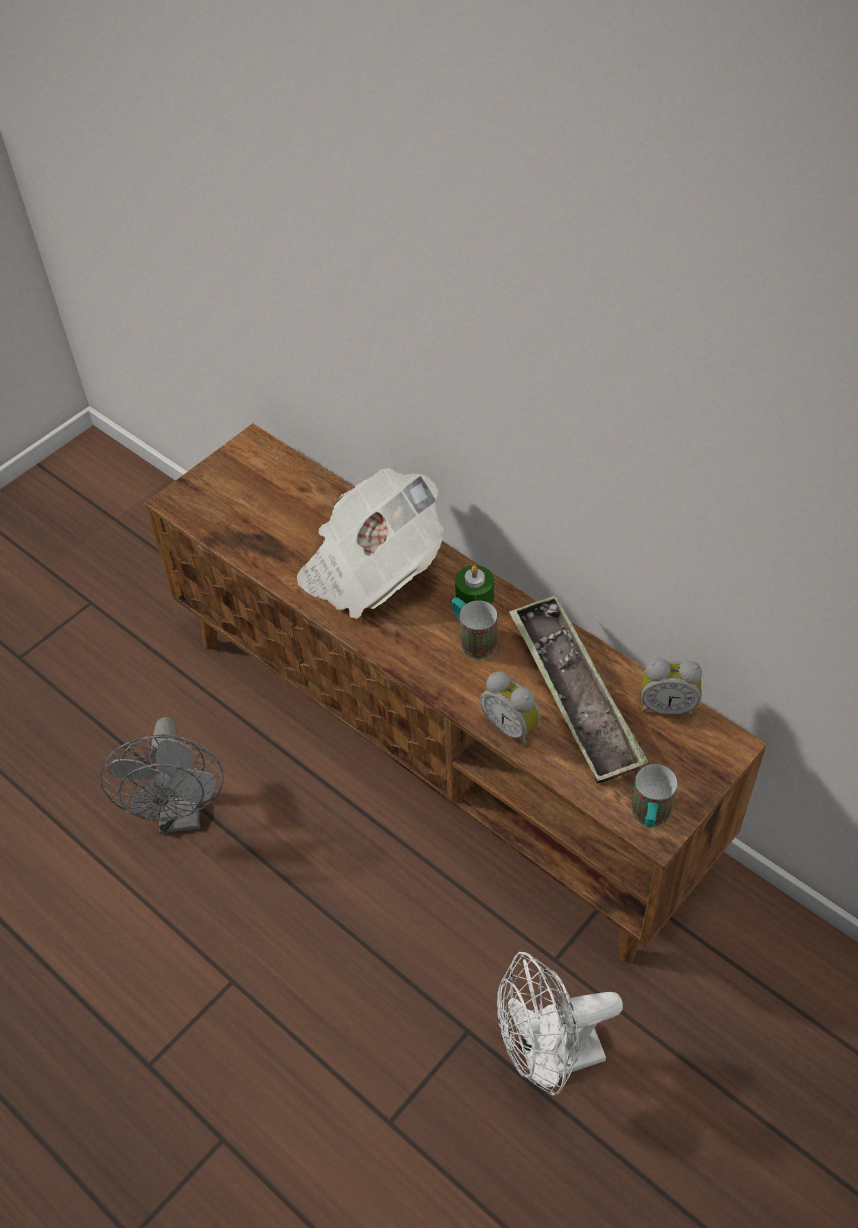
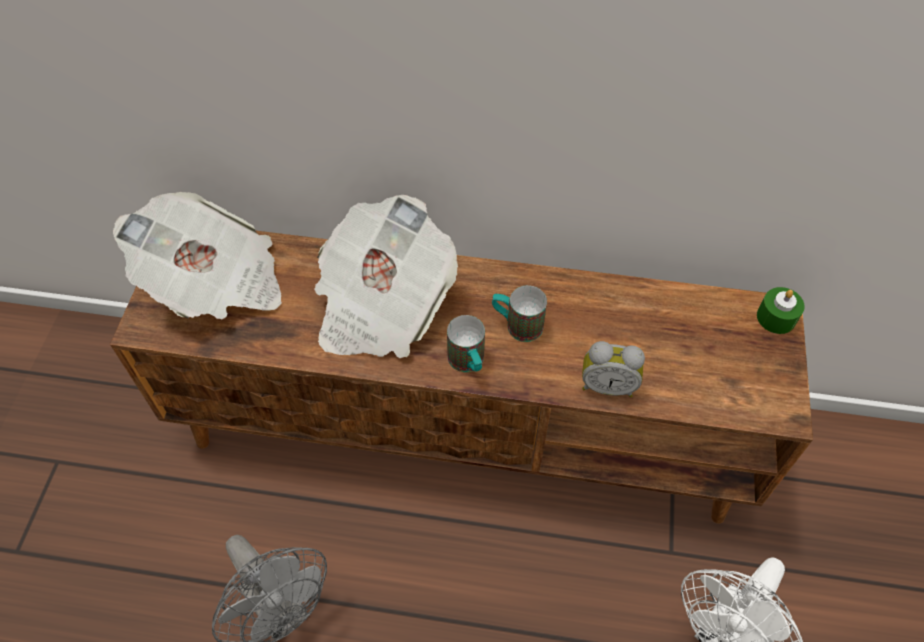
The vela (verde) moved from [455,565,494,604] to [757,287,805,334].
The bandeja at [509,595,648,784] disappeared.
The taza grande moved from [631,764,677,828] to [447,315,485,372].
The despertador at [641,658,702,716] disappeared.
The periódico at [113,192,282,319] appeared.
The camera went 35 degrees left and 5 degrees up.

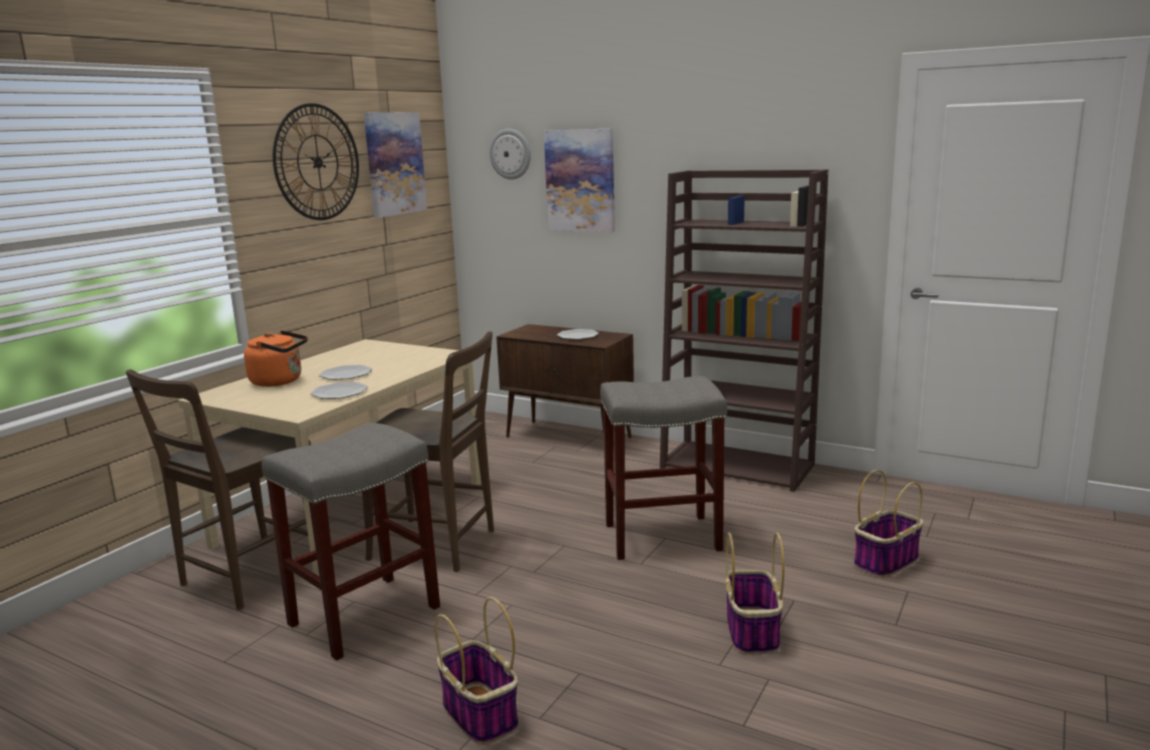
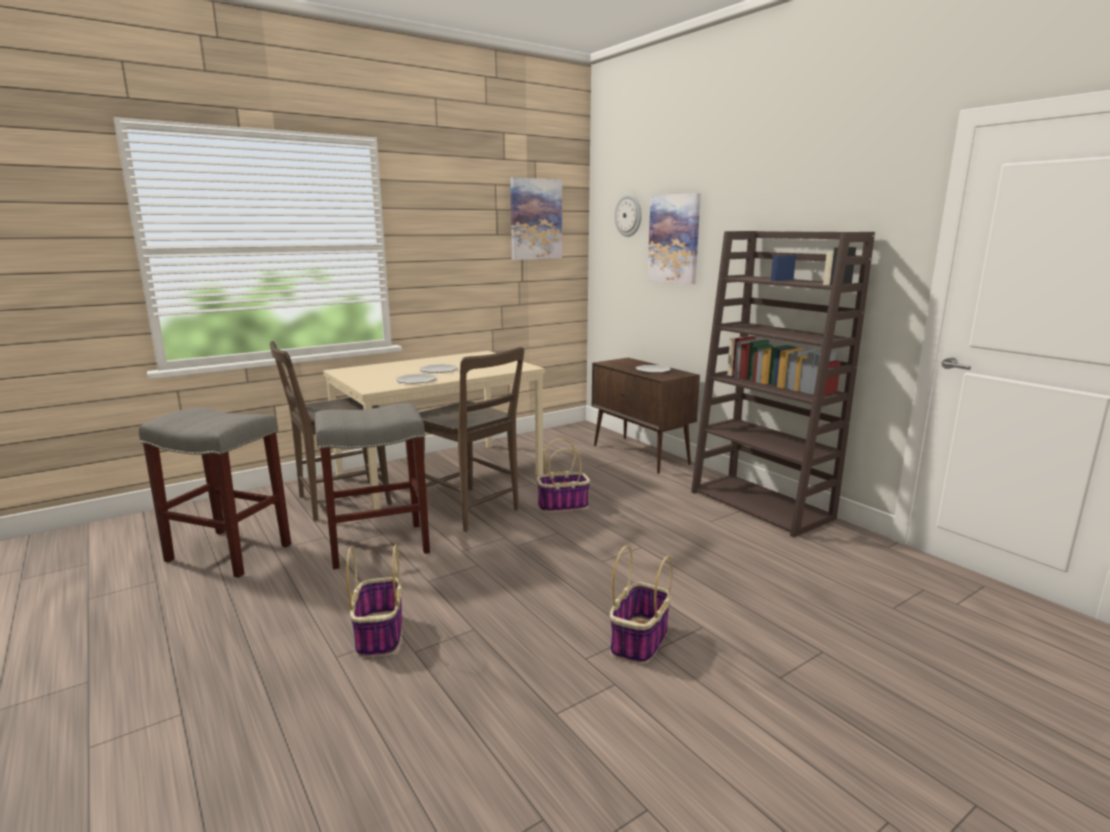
The hervidor (naranja) at [244,330,308,387] disappeared.
The reloj de pared at [273,103,359,220] disappeared.
The taburete (gris) moved from [600,376,727,560] to [139,407,291,578].
The cesta moved from [854,470,923,578] to [537,439,590,513].
The camera went 25 degrees right and 0 degrees up.

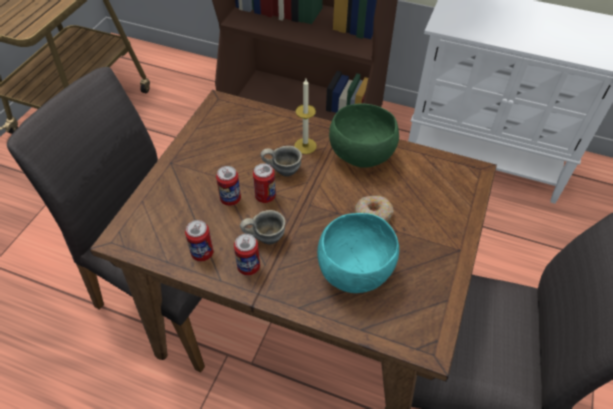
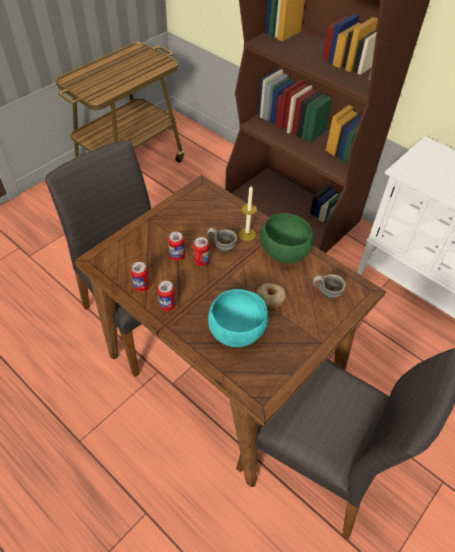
The taza grande (gris) moved from [240,210,285,244] to [313,274,346,299].
The camera went 20 degrees right and 0 degrees up.

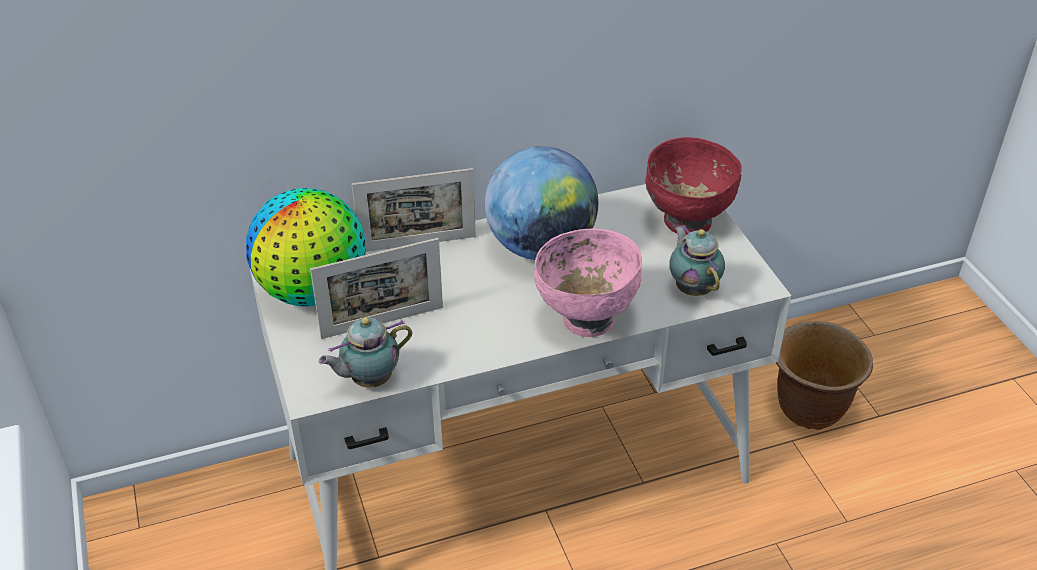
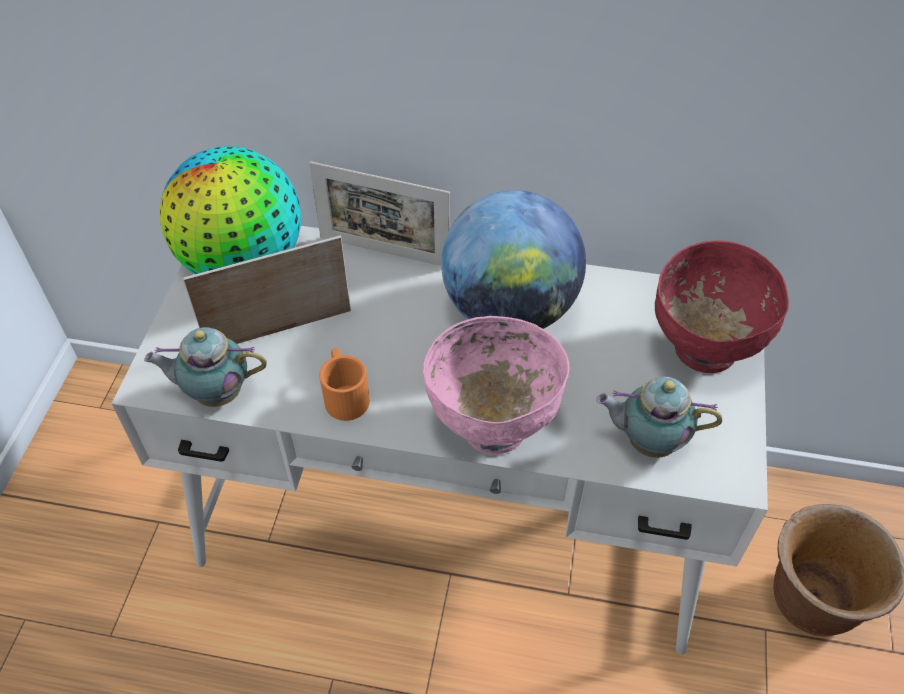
The portarretratos at [310,238,443,339] turned 150 degrees clockwise.
The tetera at [669,225,725,296] turned 90 degrees counterclockwise.
The taza grande (naranja) at [319,348,370,421] appeared.
The camera went 30 degrees right and 10 degrees up.

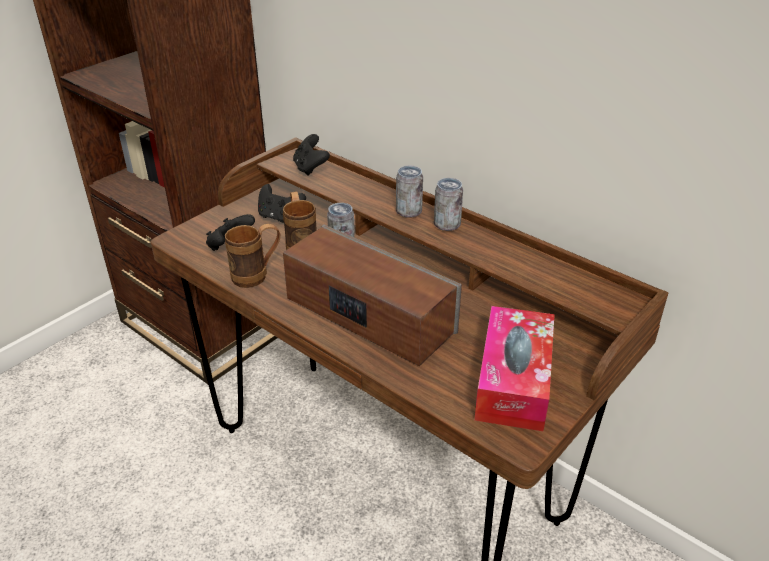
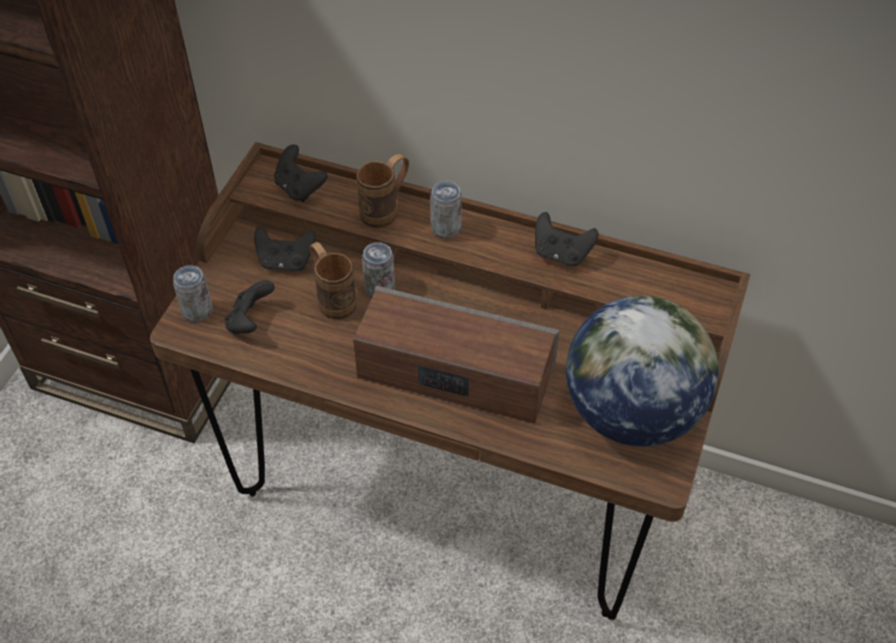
The taza grande (marrón) moved from [225,224,280,288] to [356,154,409,228].
The lata moved from [434,178,463,231] to [173,265,213,322].
The caja de pañuelos at [474,306,555,431] was replaced by the globo terráqueo at [566,295,718,447].
The mando de consola (negro) at [535,212,599,267] appeared.
The camera went 20 degrees left and 15 degrees up.

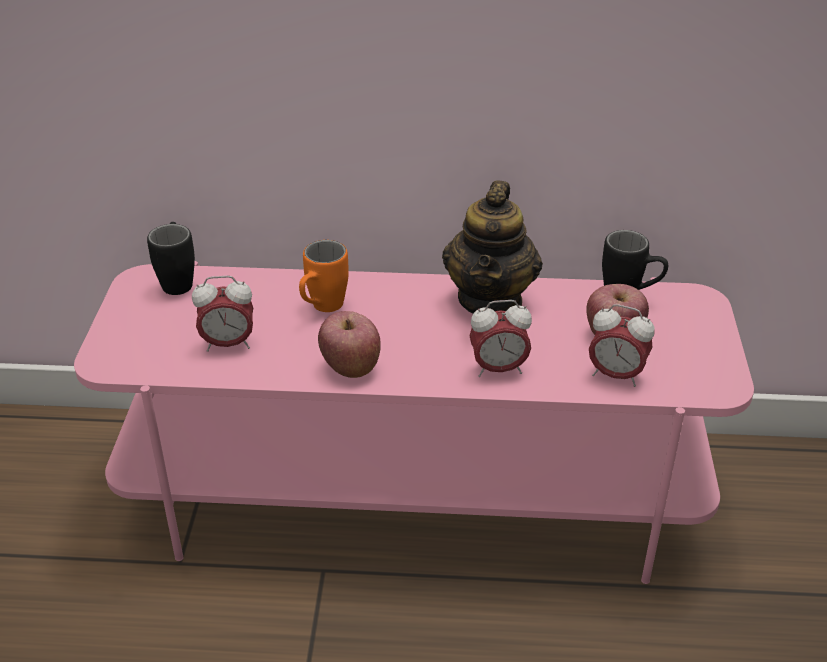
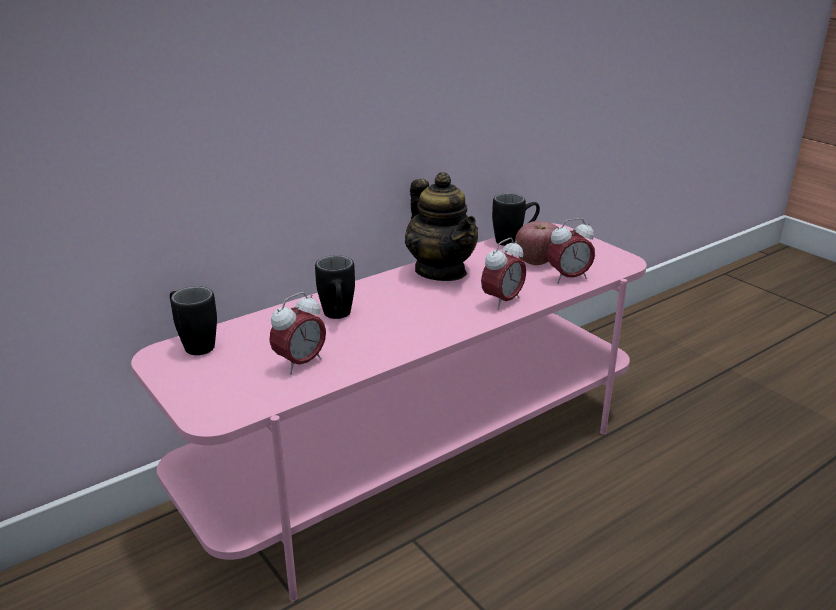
The taza grande (naranja) at [299,240,349,312] became the taza grande (negro) at [315,255,355,319].
The manzana at [318,311,381,378] disappeared.
The camera went 40 degrees left and 10 degrees down.

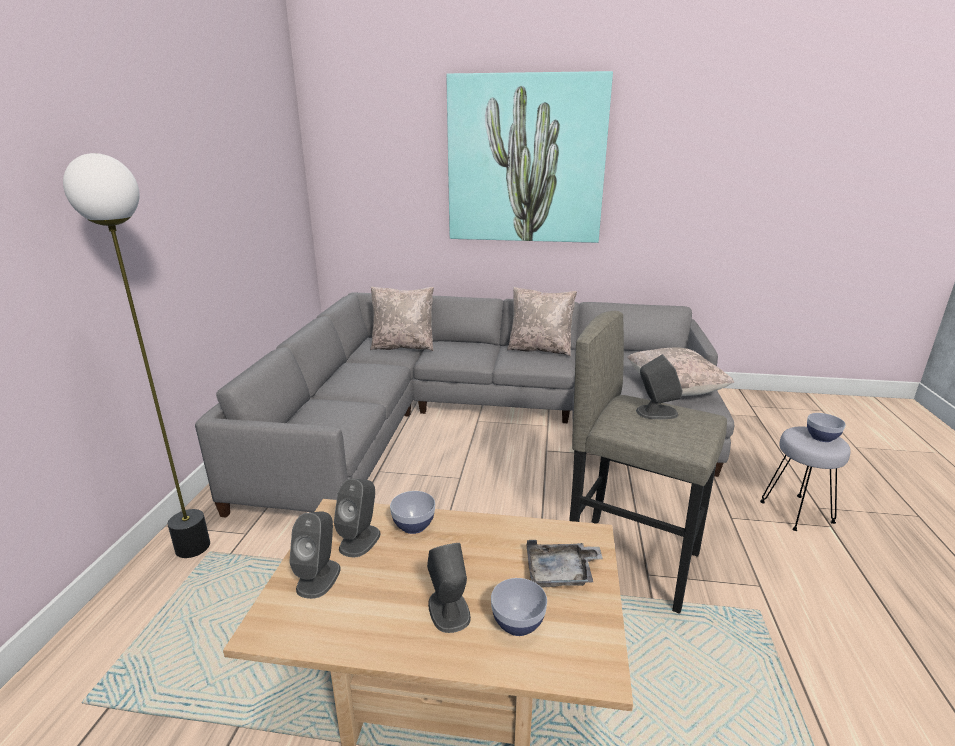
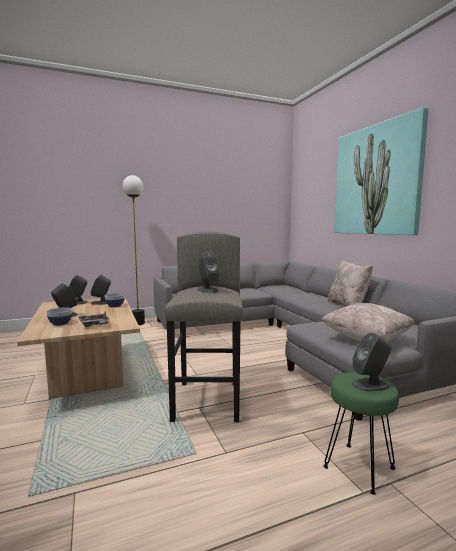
The cojín (beis) at [370,286,434,351] disappeared.
The taburete (gris) at [760,427,851,531] became the taburete (verde) at [323,372,399,495].
The cuenco at [807,413,846,442] was replaced by the altavoz (gris) at [352,333,392,391].
The camera went 60 degrees right and 15 degrees down.

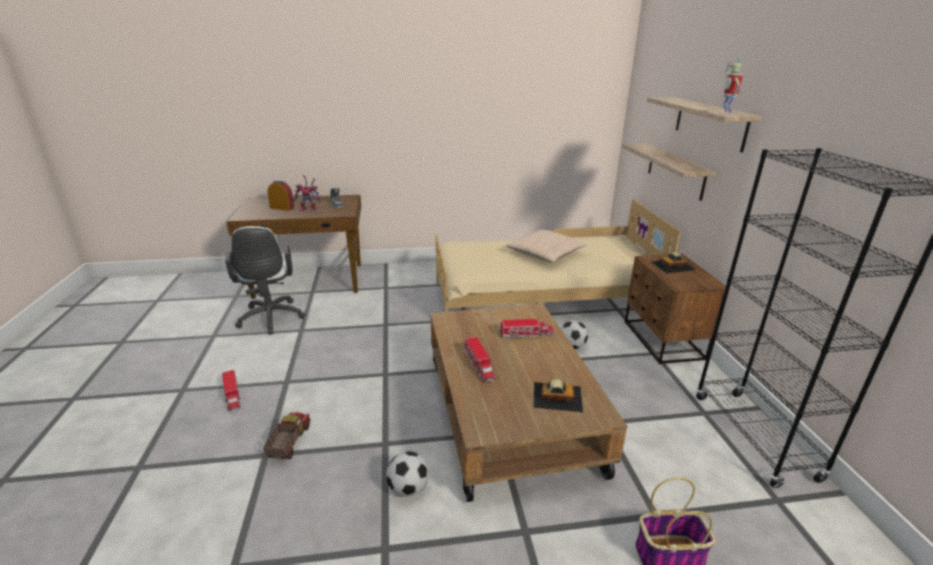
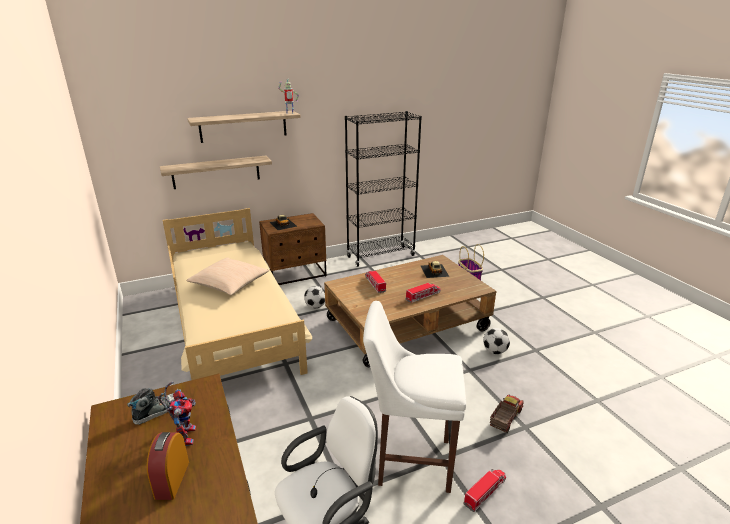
The camión de juguete at [263,412,310,459] turned 135 degrees clockwise.
The taburete (blanco) at [363,301,466,493] appeared.
The camera went 105 degrees left and 0 degrees up.

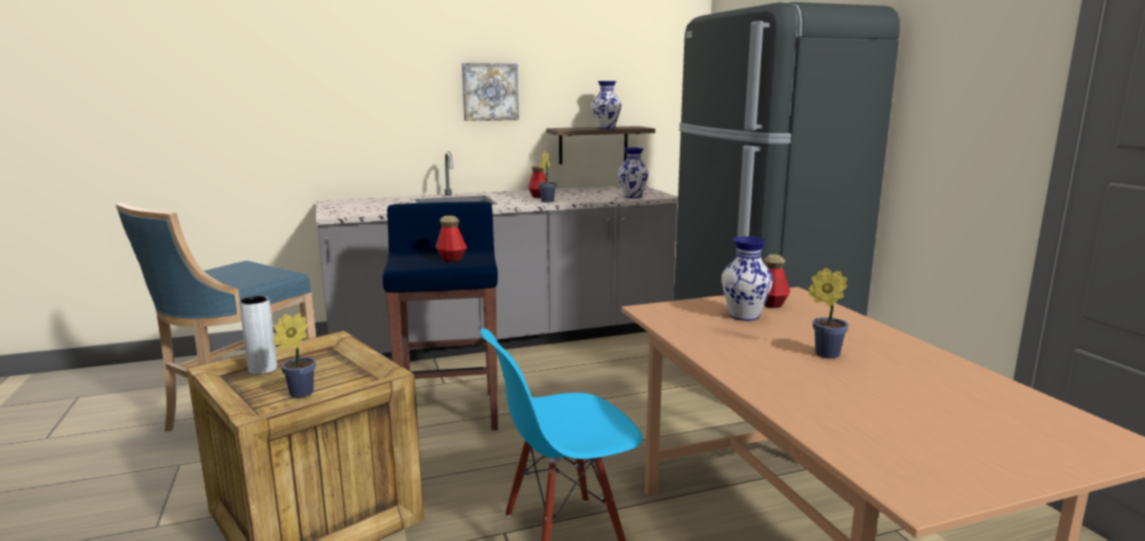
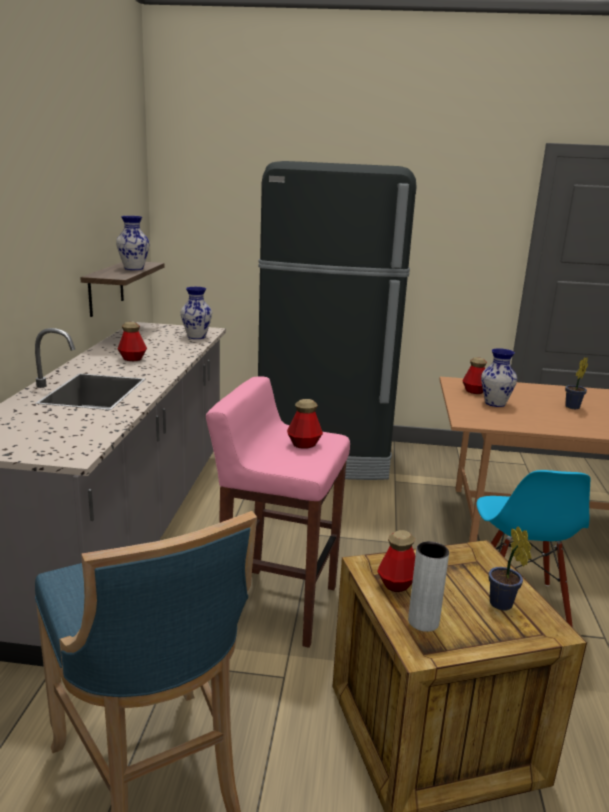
The taburete (azul) at [383,202,498,430] became the taburete (rosa) at [206,376,350,648].
The cuadro at [462,63,519,121] disappeared.
The planta en maceta at [538,150,557,202] disappeared.
The botella at [377,530,415,592] appeared.
The camera went 65 degrees left and 5 degrees up.

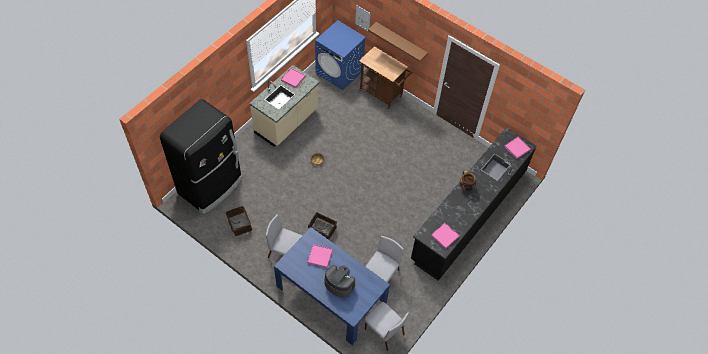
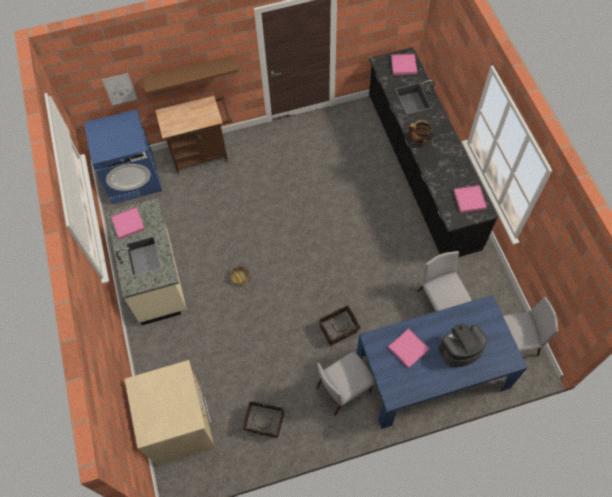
The nevera (negro) at [160,99,243,214] was replaced by the cómoda (beis) at [125,360,216,466].
The camera went 50 degrees left and 5 degrees up.

